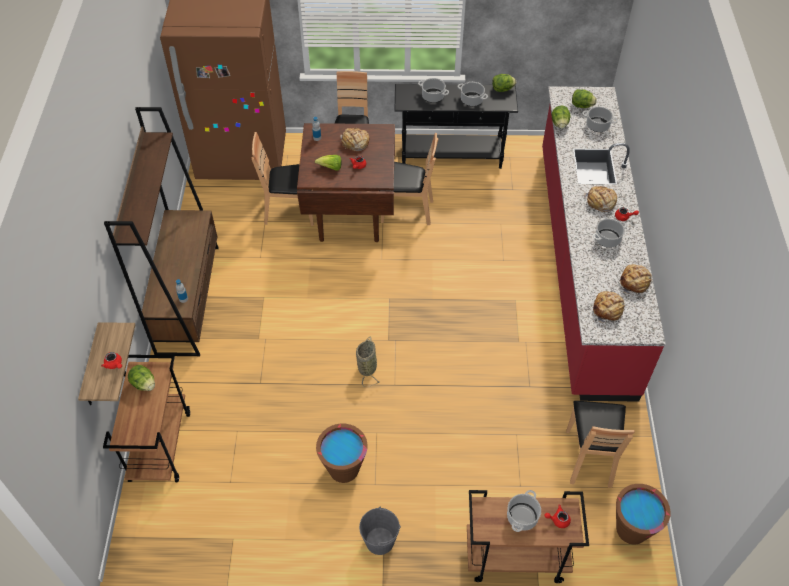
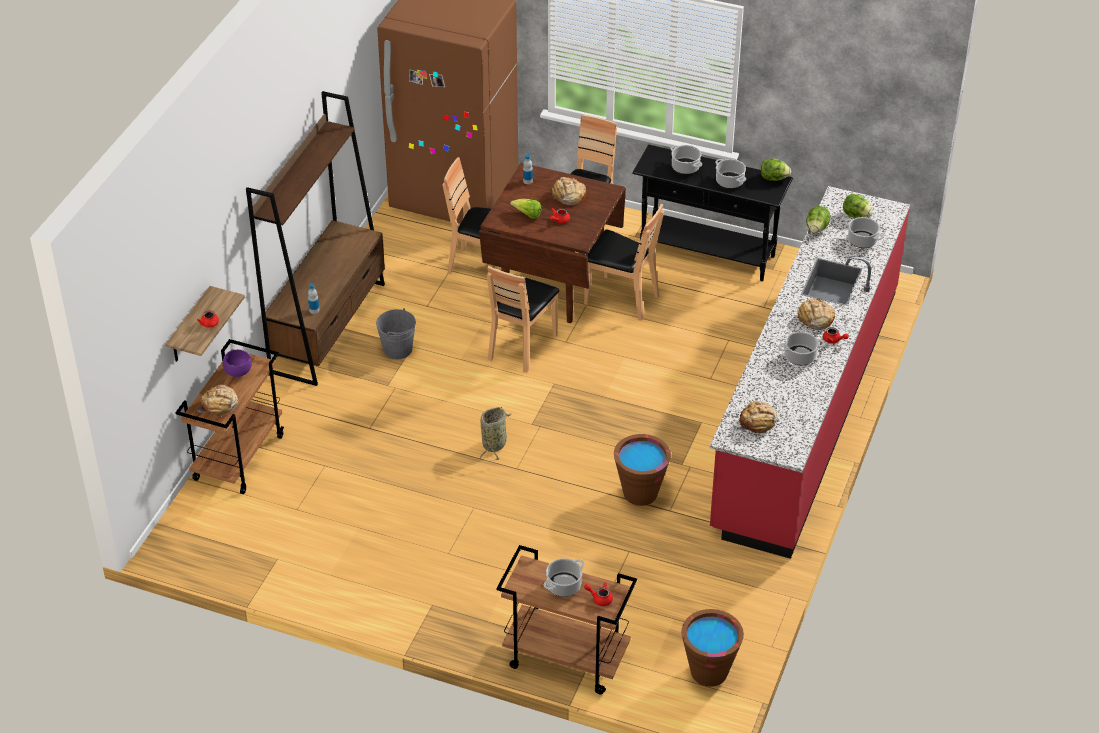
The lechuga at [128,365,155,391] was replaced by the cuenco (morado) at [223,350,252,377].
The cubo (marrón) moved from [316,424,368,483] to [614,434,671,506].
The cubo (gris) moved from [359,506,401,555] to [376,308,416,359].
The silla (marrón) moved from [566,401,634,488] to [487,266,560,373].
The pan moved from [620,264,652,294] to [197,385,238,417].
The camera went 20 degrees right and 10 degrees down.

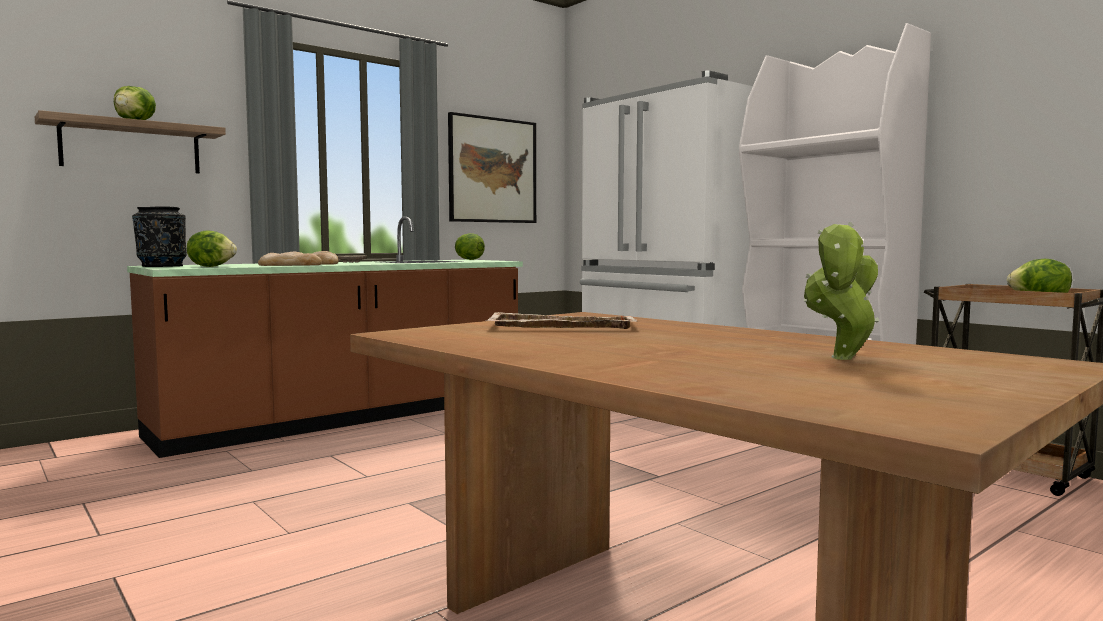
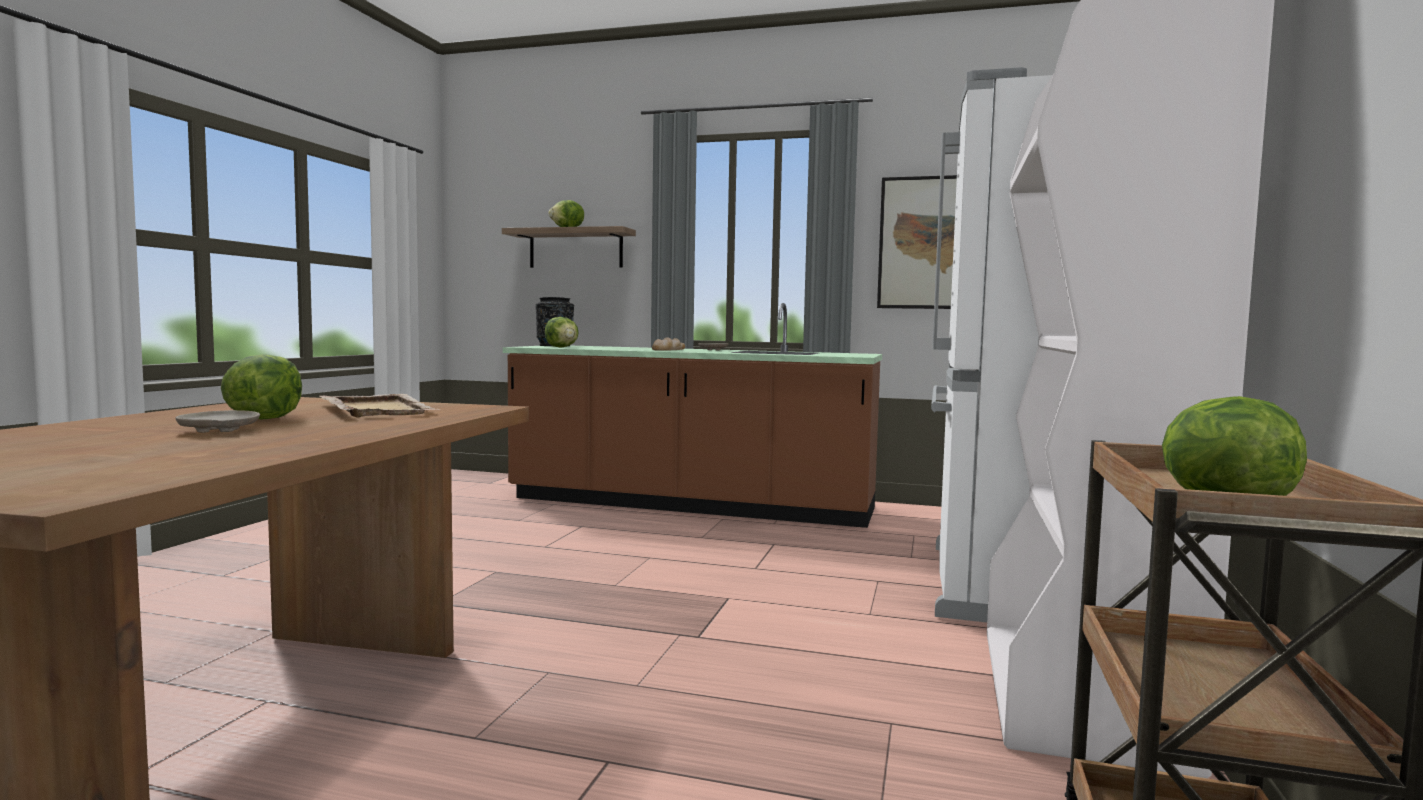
The pan at [258,252,322,266] disappeared.
The lechuga moved from [455,233,485,260] to [221,354,302,419].
The planta en maceta at [804,222,879,360] disappeared.
The plato (beis) at [175,410,260,433] appeared.
The camera went 55 degrees right and 0 degrees up.

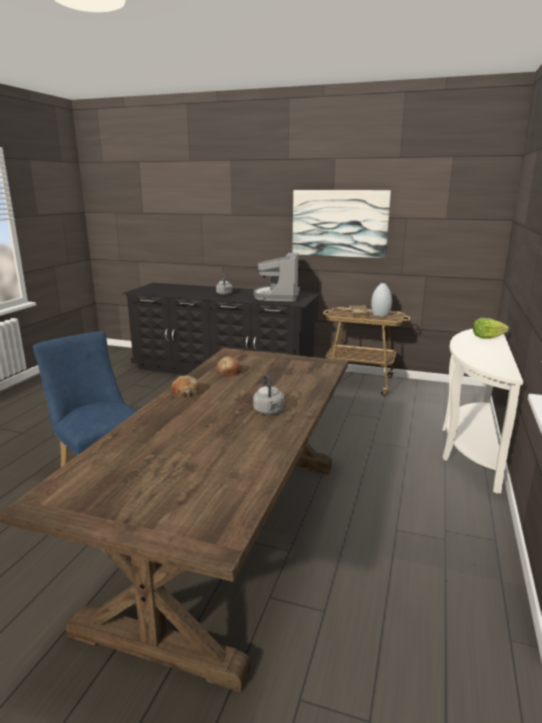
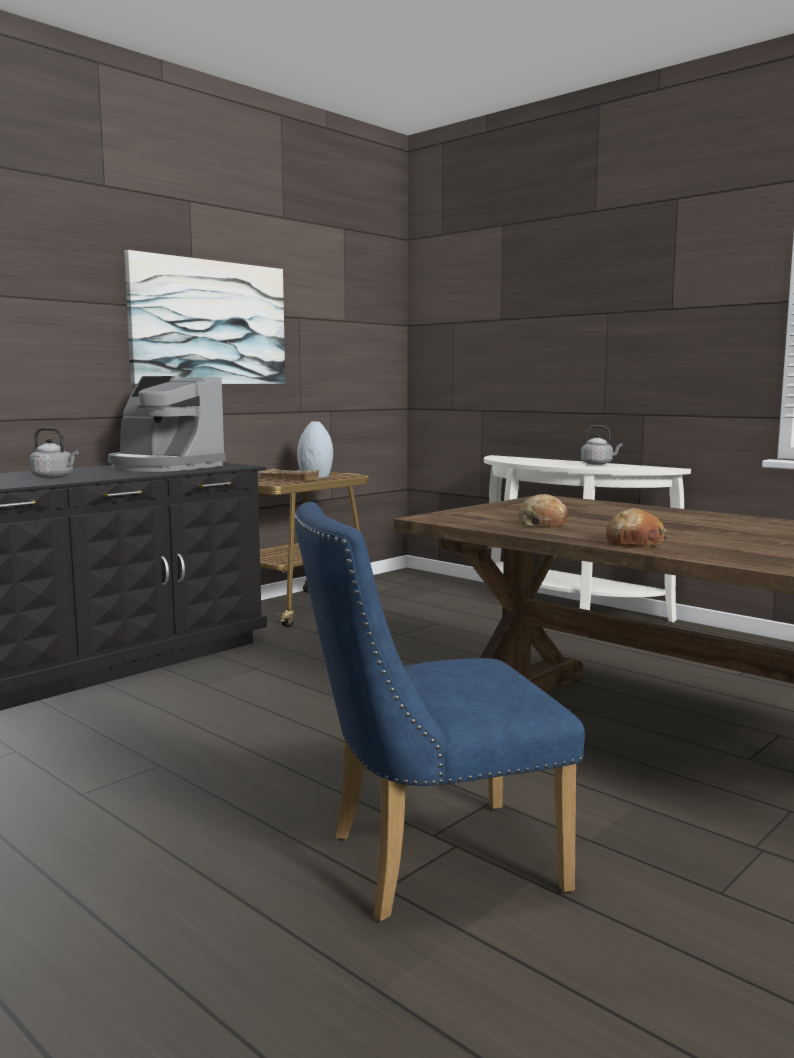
The hervidor (gris) moved from [253,373,284,415] to [581,425,623,465].
The lechuga at [473,318,509,339] disappeared.
The camera went 65 degrees left and 10 degrees down.

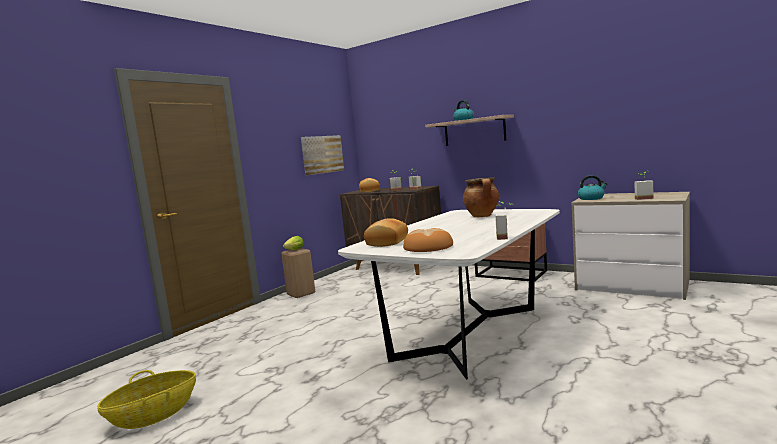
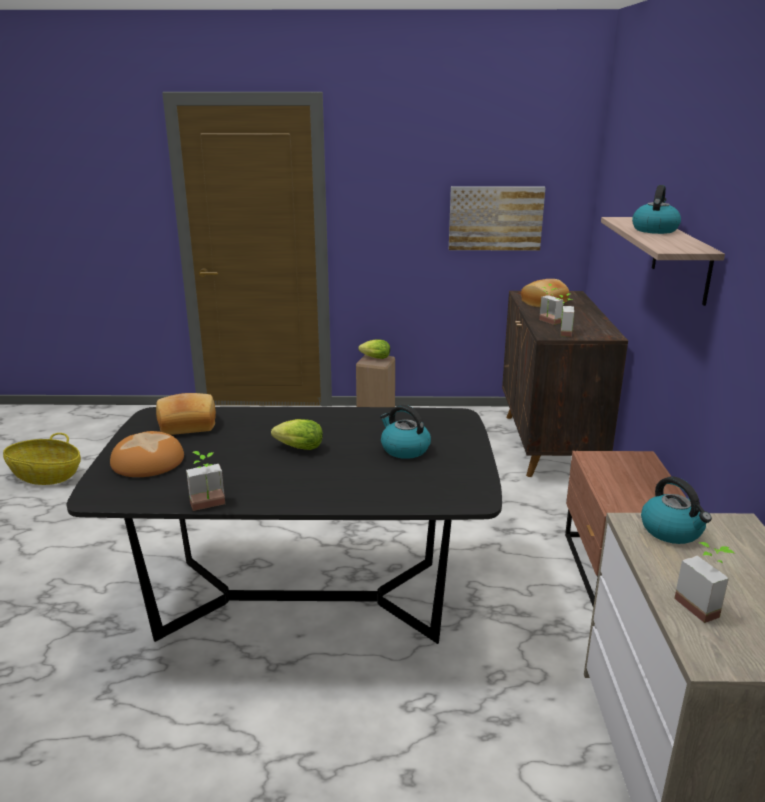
The mesa de comedor (blanco) at [338,209,560,380] became the mesa de comedor (negro) at [67,407,502,644].
The olla at [463,177,499,217] was replaced by the hervidor at [380,405,431,459].
The lechuga at [271,419,323,450] appeared.
The camera went 55 degrees right and 15 degrees up.

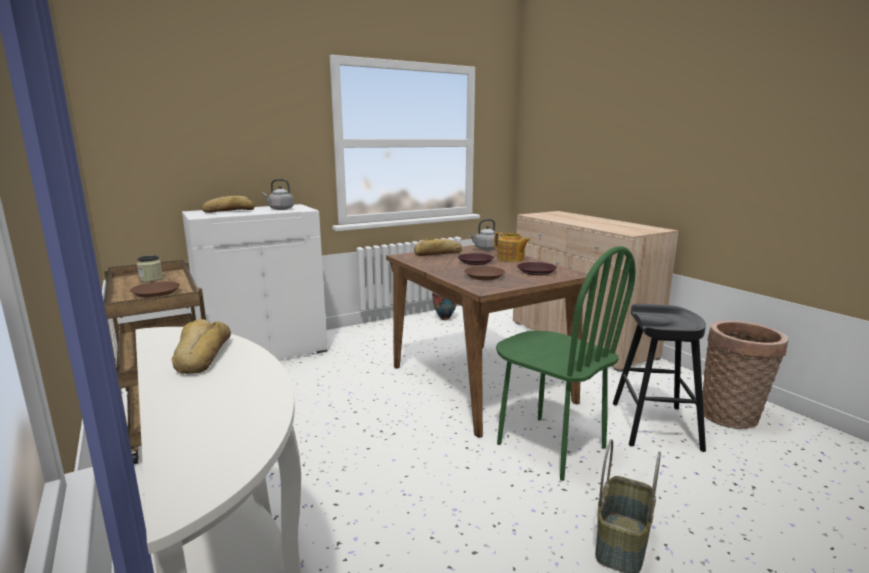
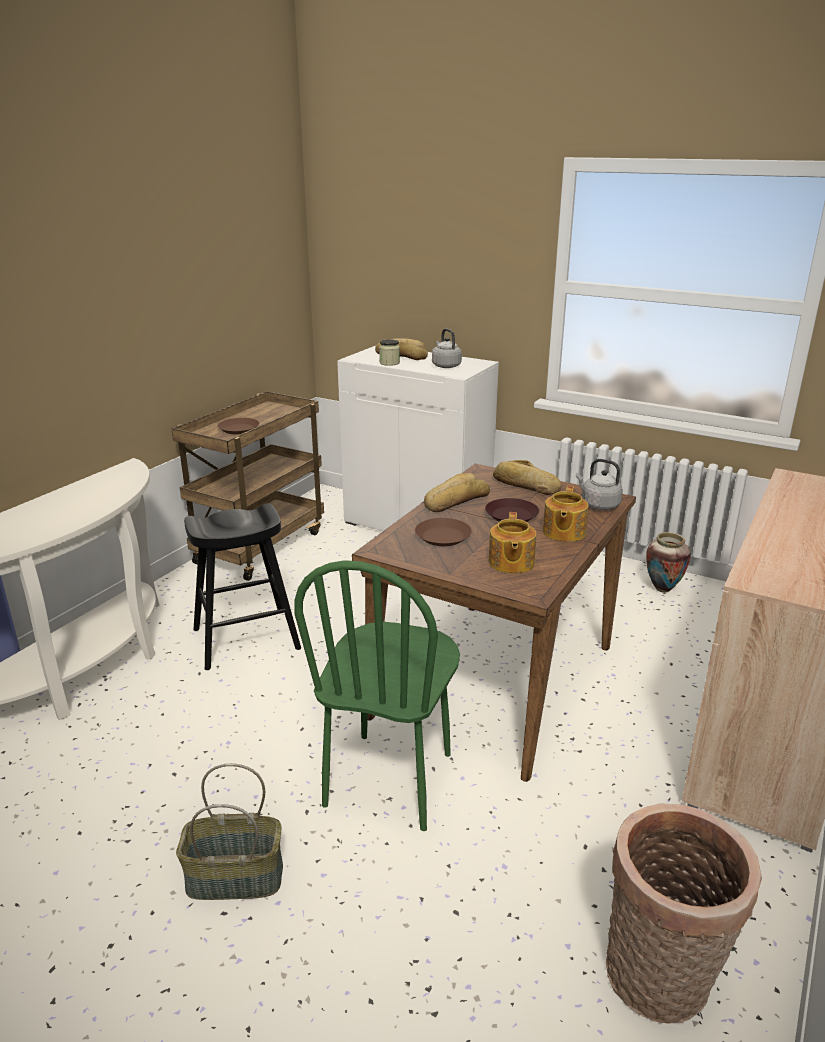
The tarro moved from [137,255,163,282] to [379,339,400,366].
The pan moved from [172,319,231,374] to [424,473,490,512].
The plato (marrón) at [517,262,557,275] was replaced by the tetera at [489,512,536,574].
The taburete (negro) moved from [613,304,706,452] to [184,504,301,670].
The camera went 60 degrees right and 10 degrees up.

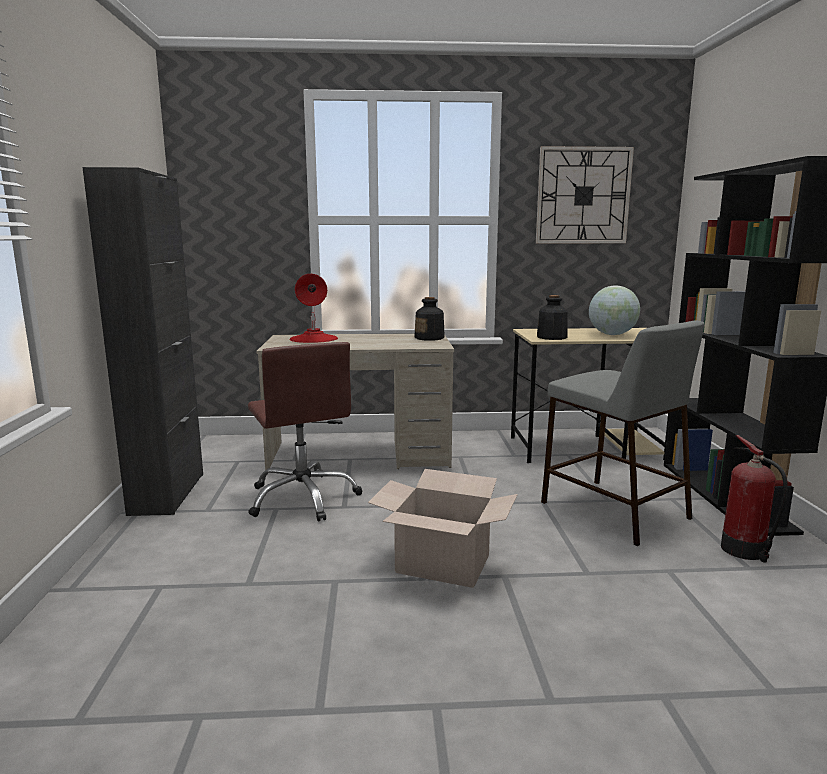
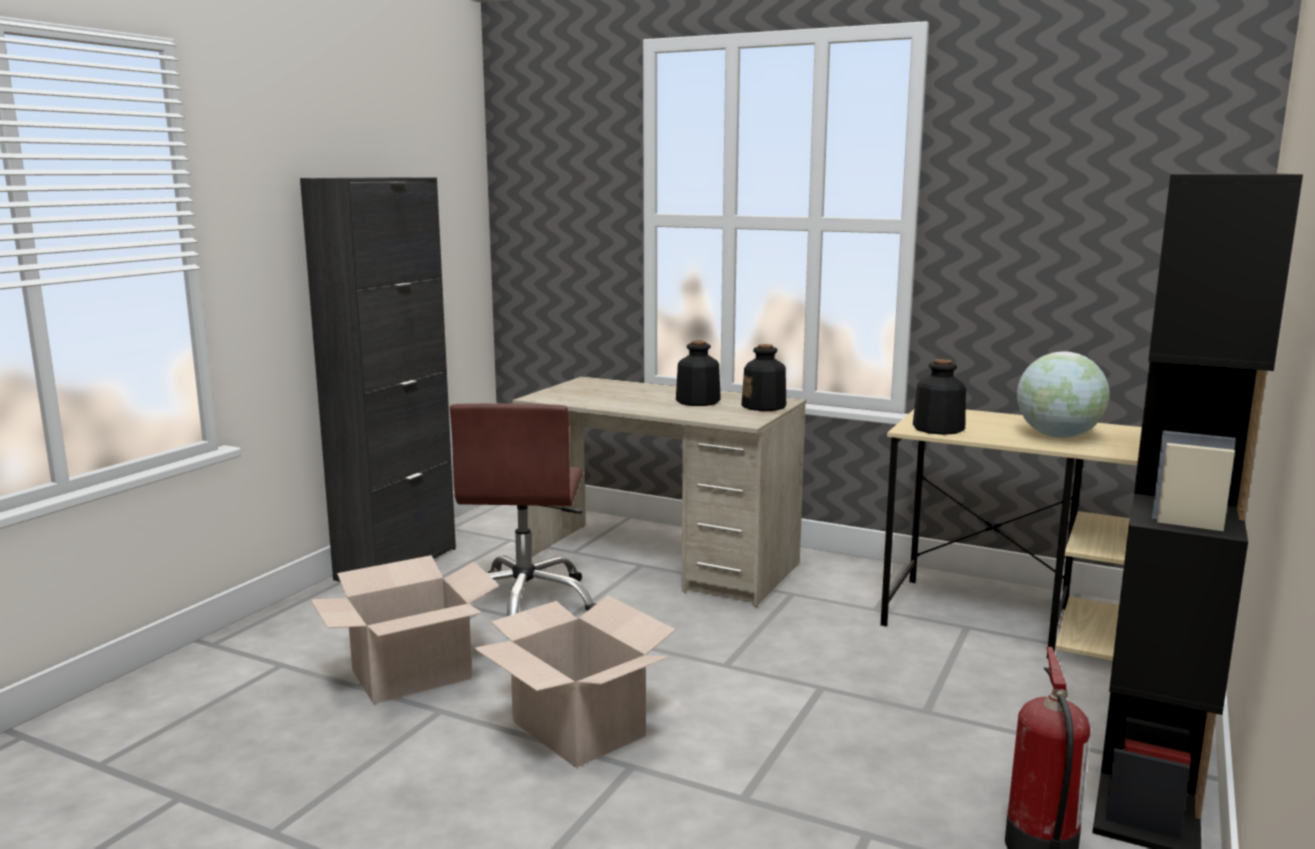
The lámpara de mesa (rojo) at [289,274,338,343] disappeared.
The reloj de pared at [536,146,634,243] disappeared.
The taburete (gris) at [541,320,705,546] disappeared.
The caja de cartón at [310,555,500,704] appeared.
The botella at [676,341,721,406] appeared.
The camera went 30 degrees right and 0 degrees up.

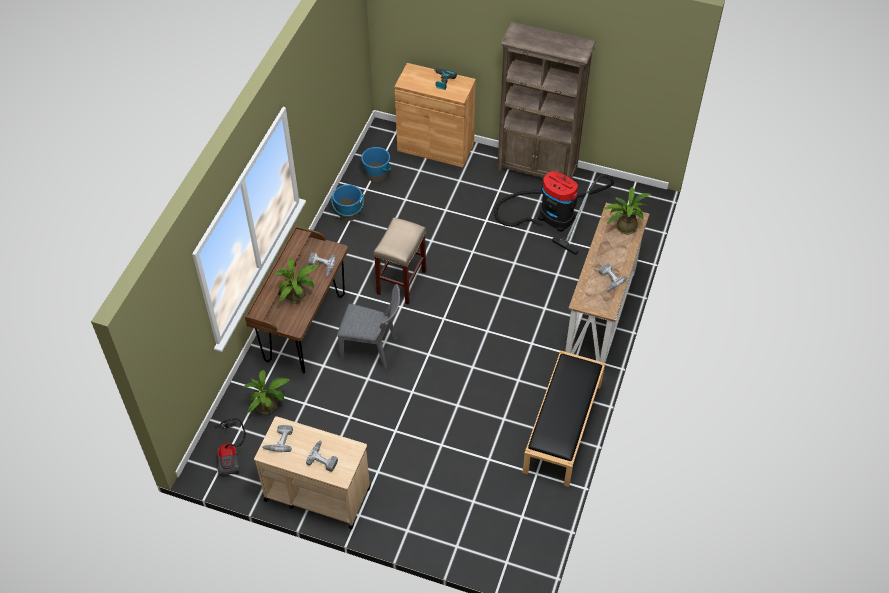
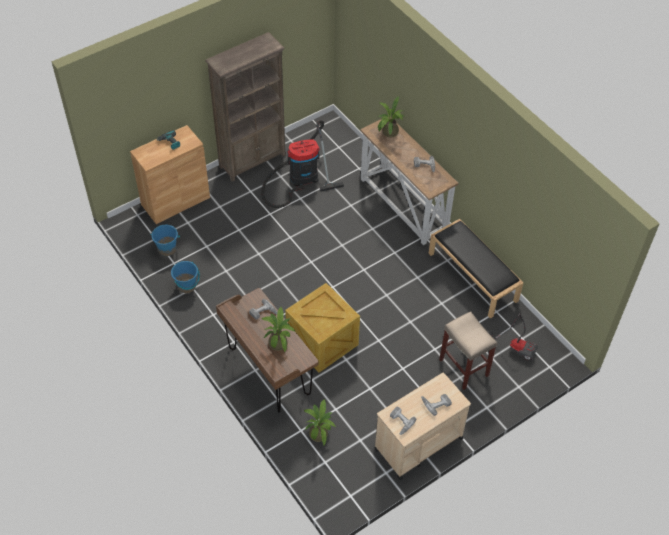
The aspiradora moved from [215,419,246,477] to [489,313,538,361].
The silla (gris) at [337,284,400,370] was replaced by the caja de embalaje at [285,283,360,373].
The taburete (beis) moved from [373,217,426,305] to [439,311,498,390].
The camera went 55 degrees left and 0 degrees up.

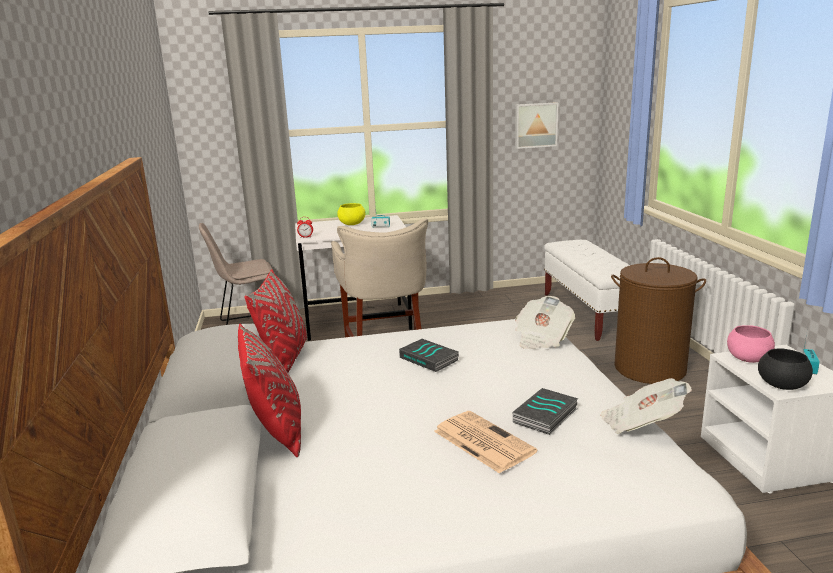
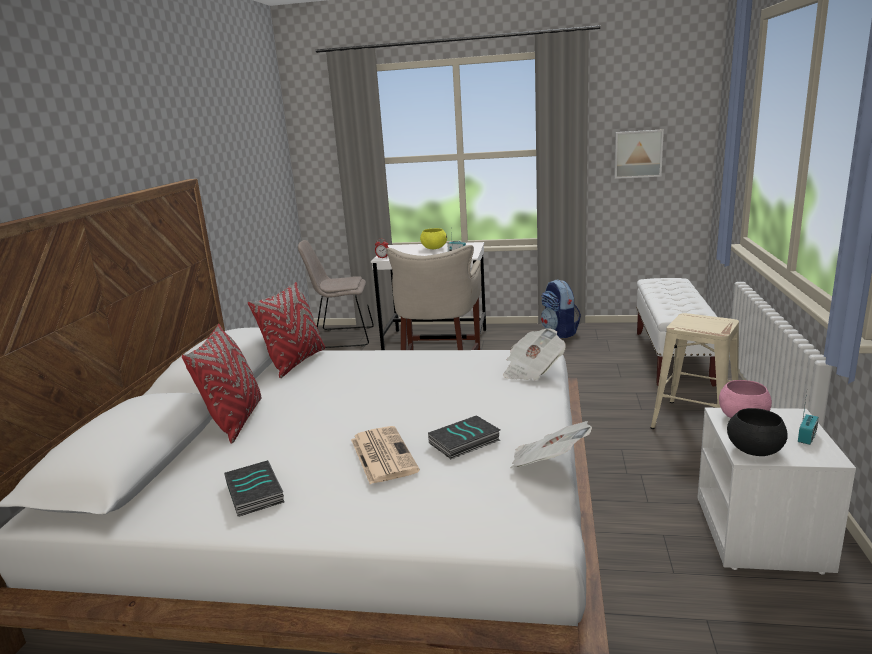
The libro moved from [399,339,459,372] to [224,460,284,517].
The cesto de la ropa (marrón) at [611,257,706,384] was replaced by the taburete (beis) at [651,313,739,429].
The mochila at [541,280,581,338] appeared.
The camera went 20 degrees right and 0 degrees up.

